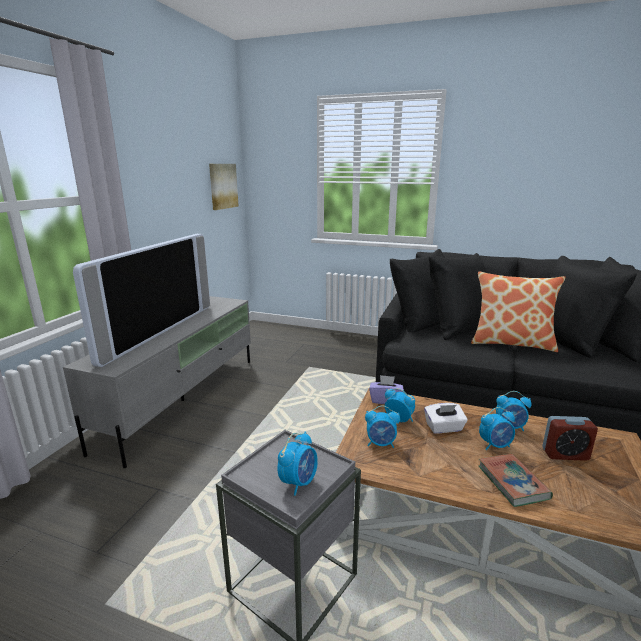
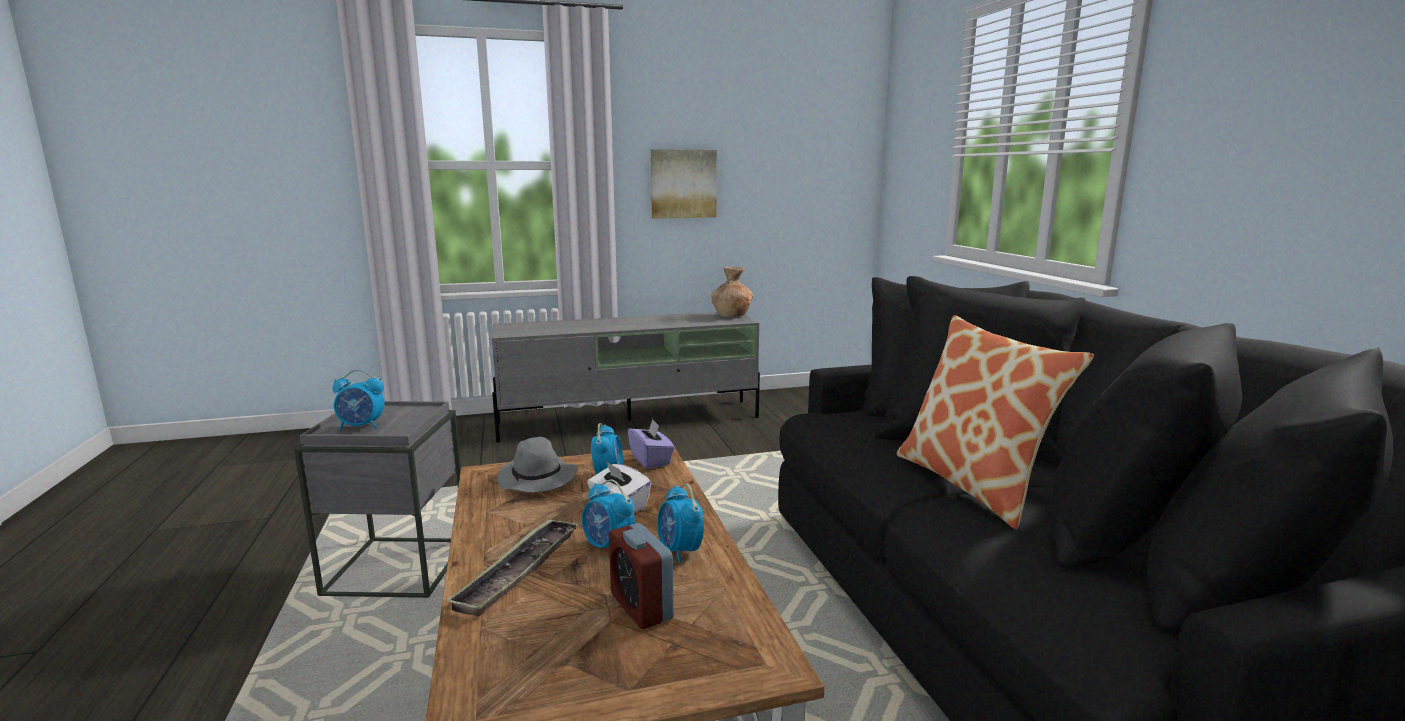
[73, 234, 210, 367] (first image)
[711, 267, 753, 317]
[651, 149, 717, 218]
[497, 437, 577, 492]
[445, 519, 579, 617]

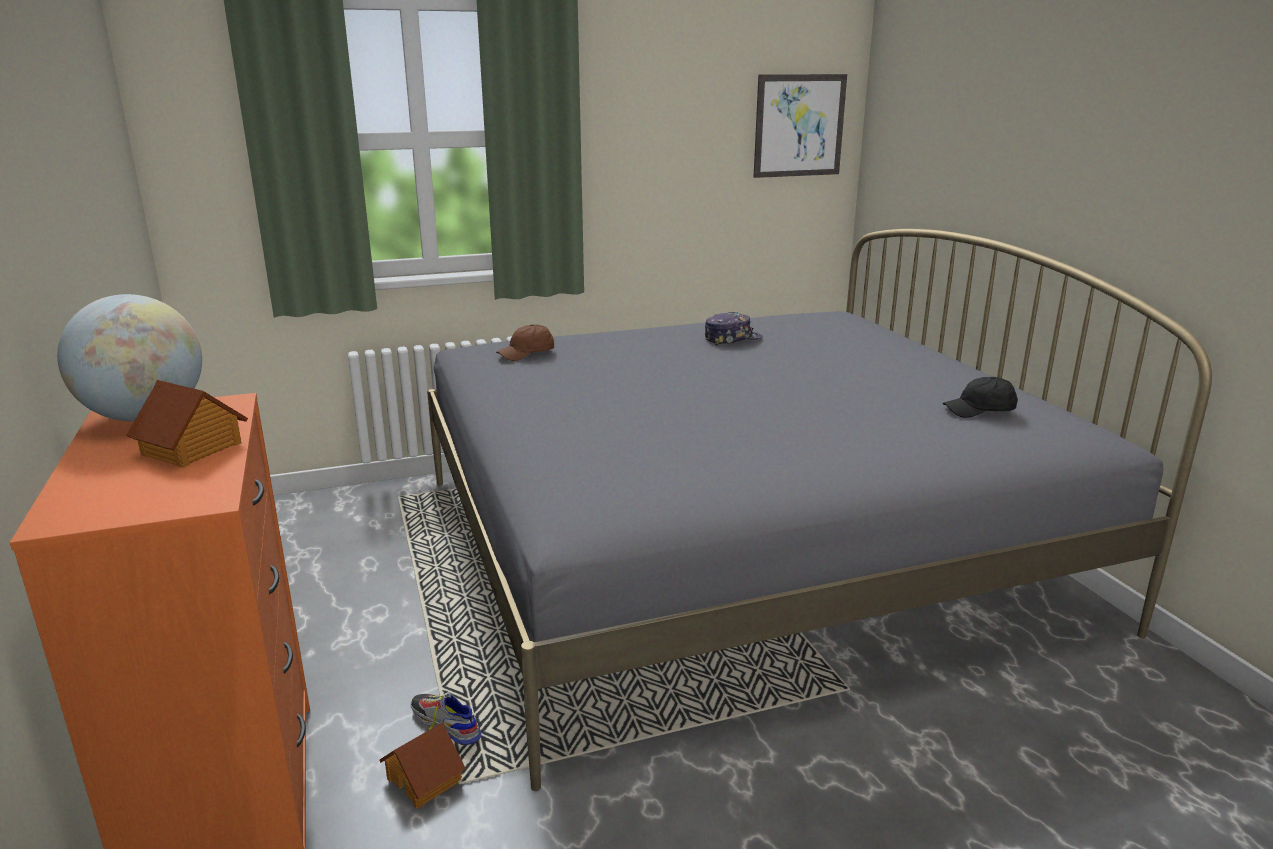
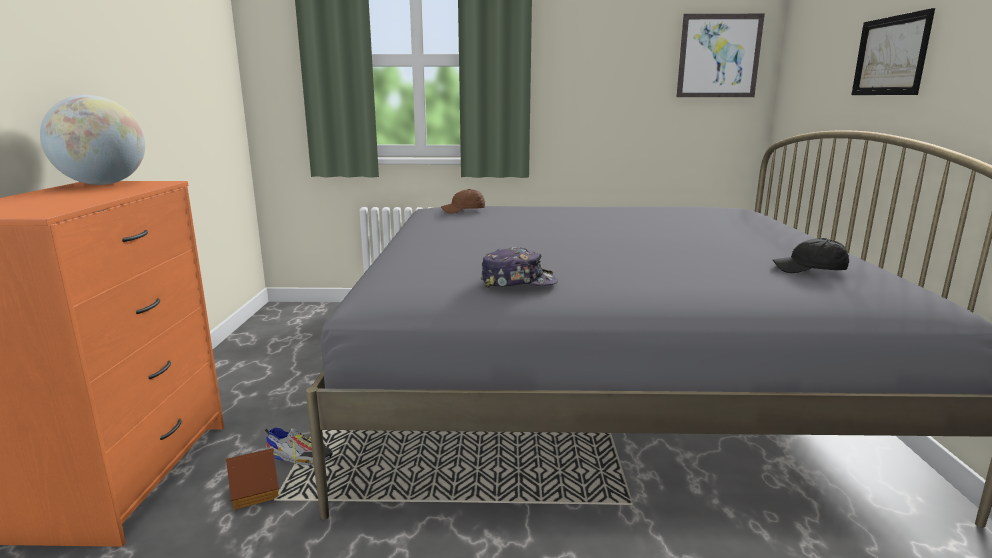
[126, 380, 248, 468] (first image)
[851, 8, 935, 95]
[480, 247, 558, 288]
[265, 428, 333, 465]

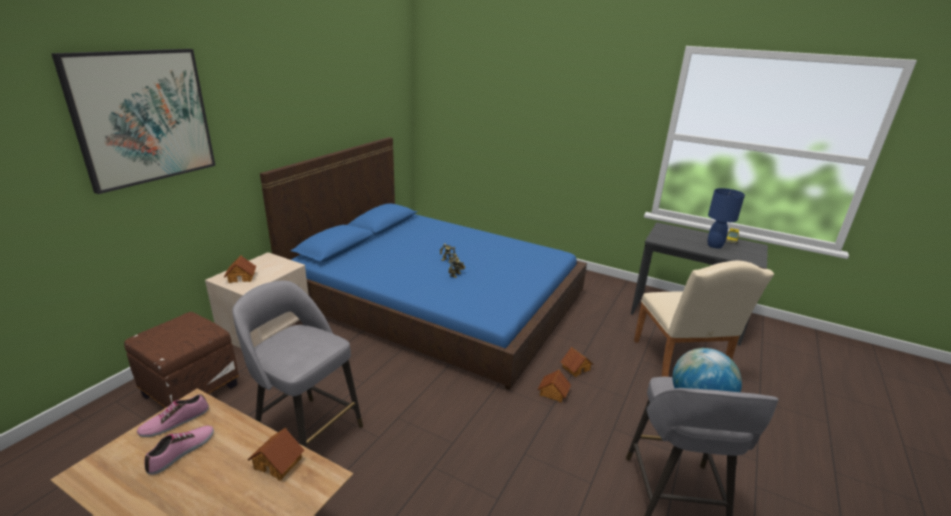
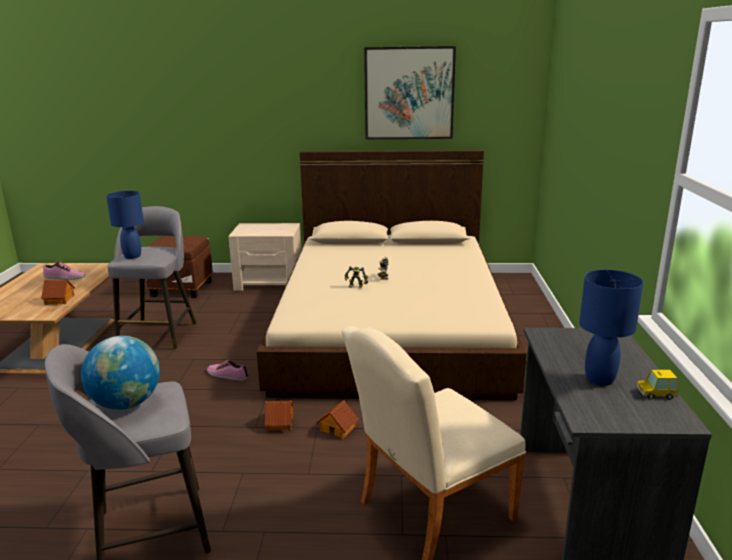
[224, 255, 257, 283] (first image)
[106, 191, 144, 259]
[364, 46, 456, 139]
[207, 360, 248, 381]
[257, 150, 527, 400]

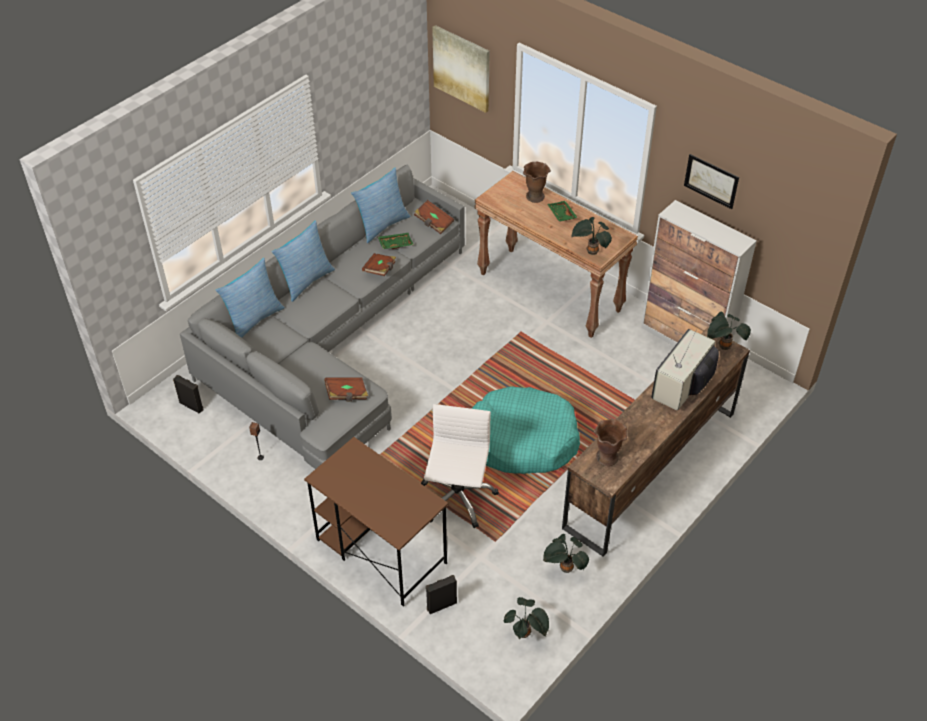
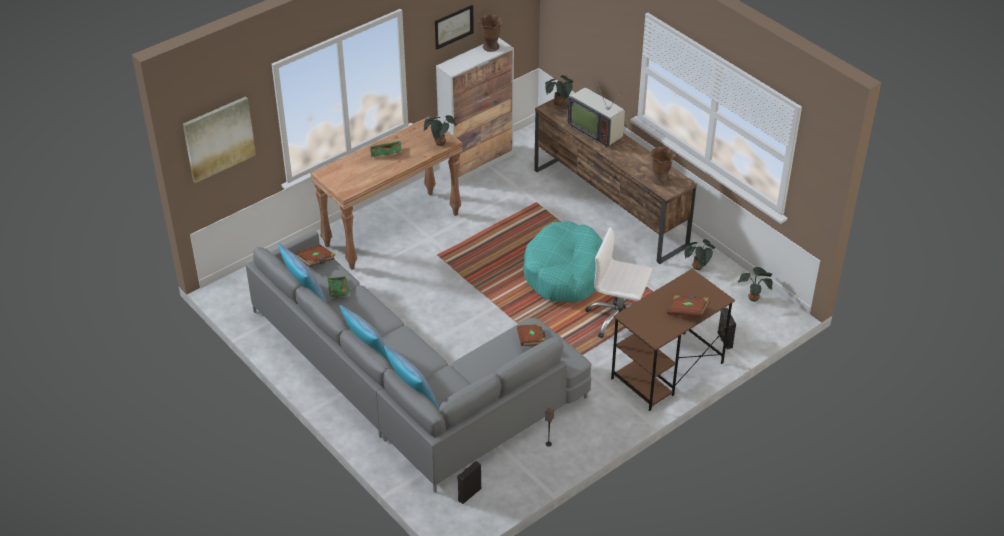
[667, 295, 710, 317]
[478, 14, 503, 52]

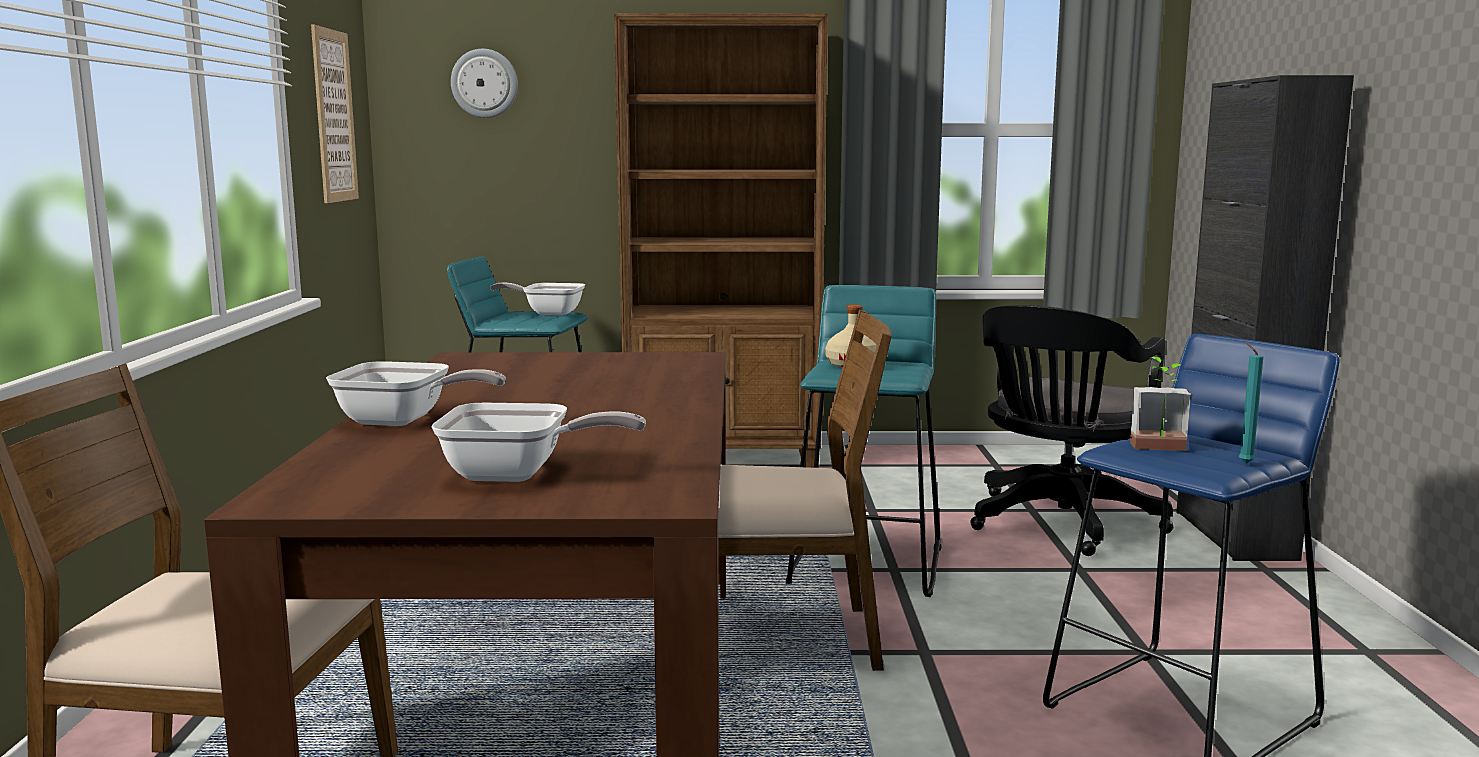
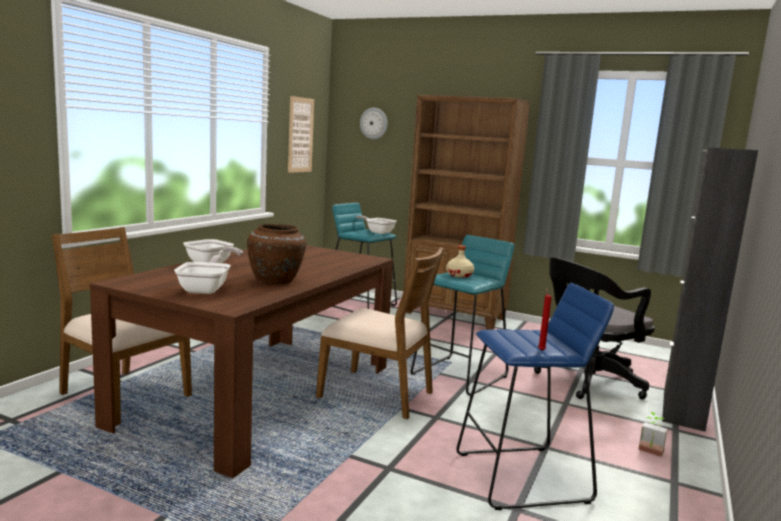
[247, 224, 306, 285]
[638, 412, 668, 457]
[538, 288, 552, 351]
[174, 255, 231, 294]

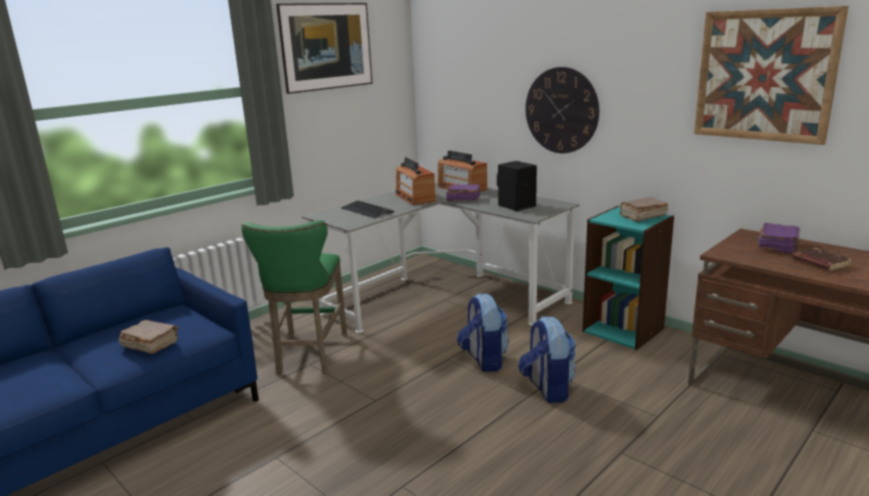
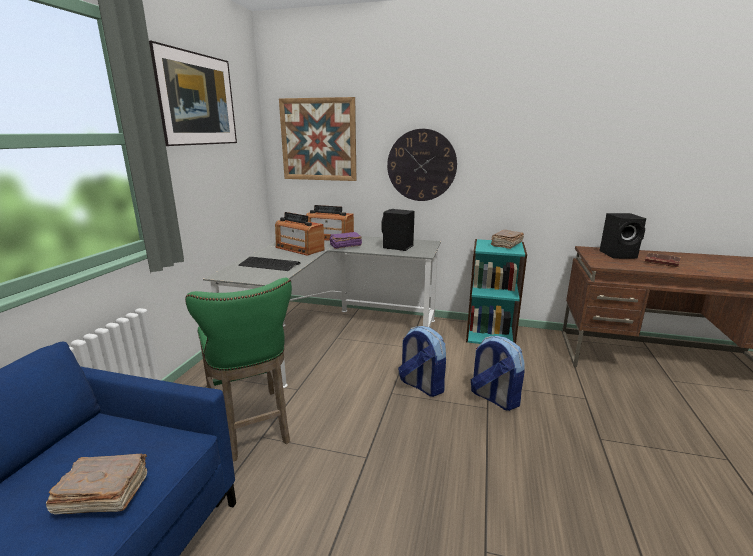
[279, 97, 356, 181]
[599, 213, 646, 259]

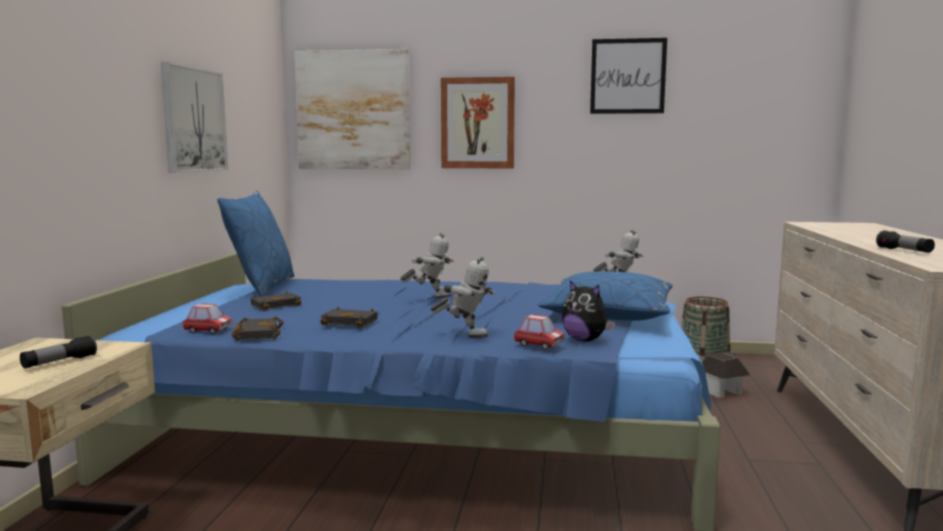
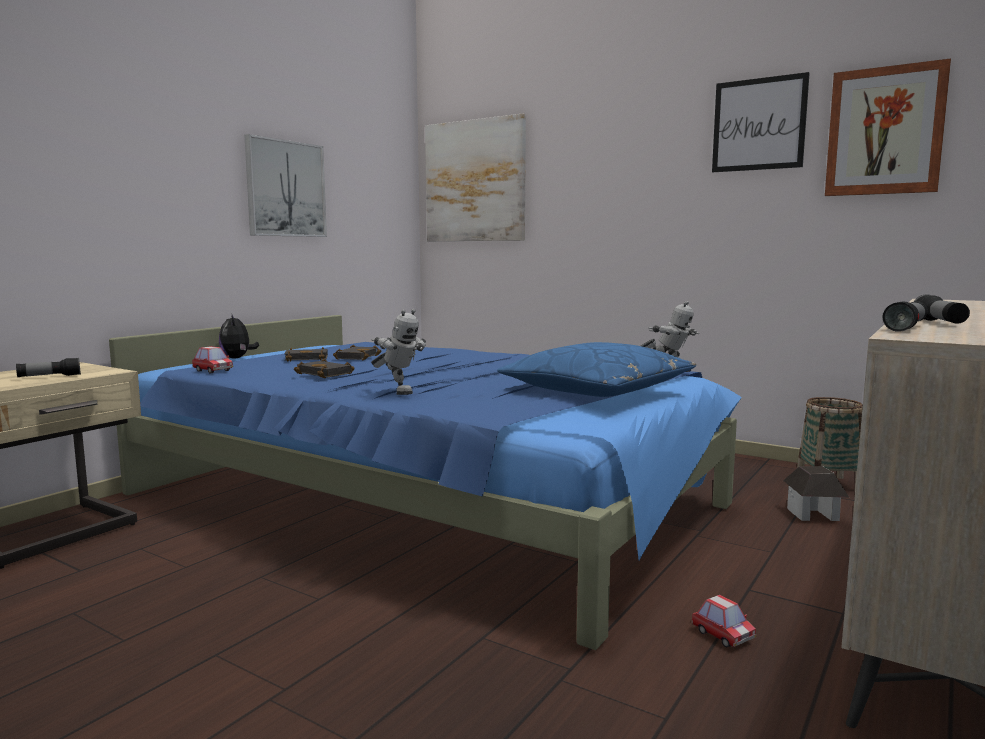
[217, 191, 294, 297] (first image)
[400, 233, 454, 299] (first image)
[883, 301, 928, 332]
[333, 345, 382, 360]
[825, 58, 951, 196]
[691, 595, 756, 648]
[219, 315, 259, 359]

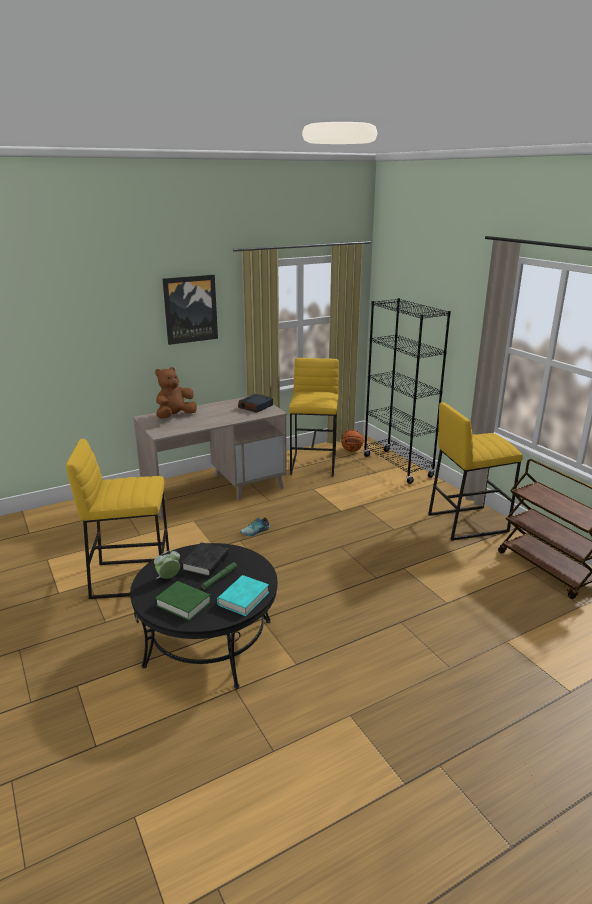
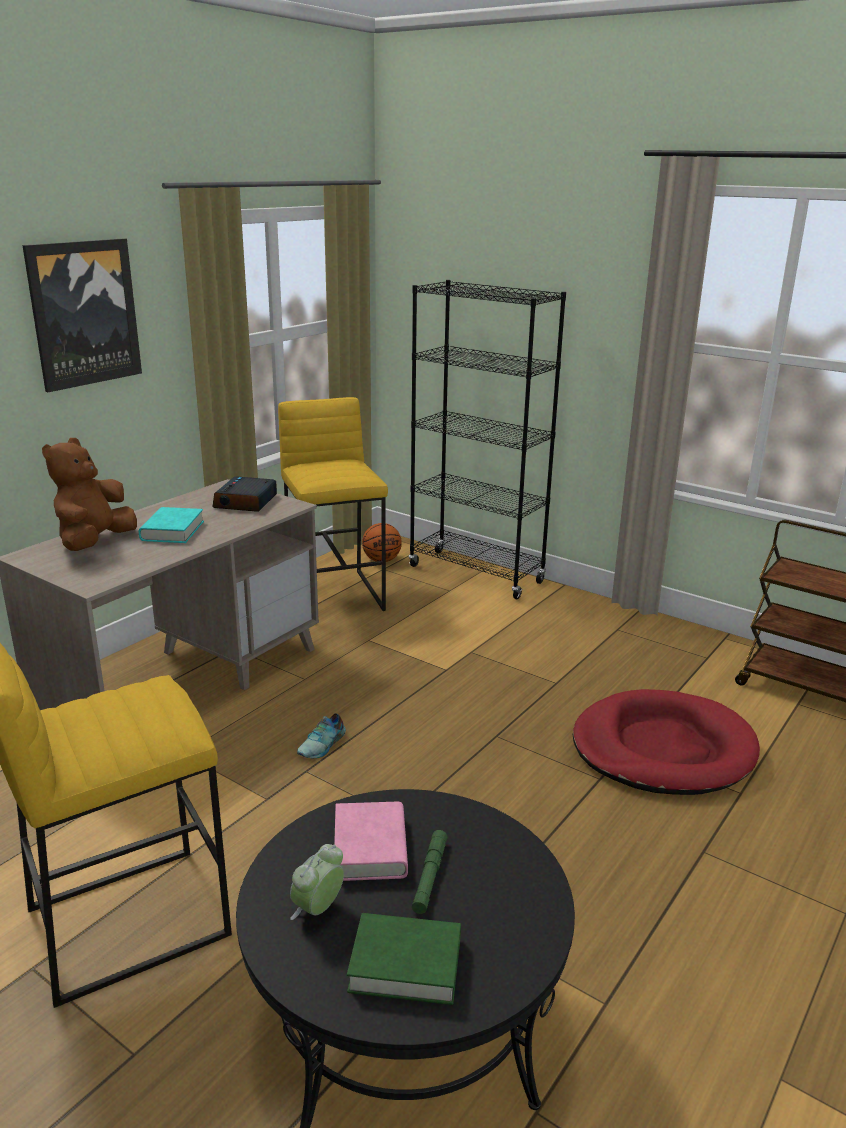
[428, 402, 523, 541] (first image)
[573, 689, 760, 795]
[139, 507, 204, 543]
[334, 802, 408, 881]

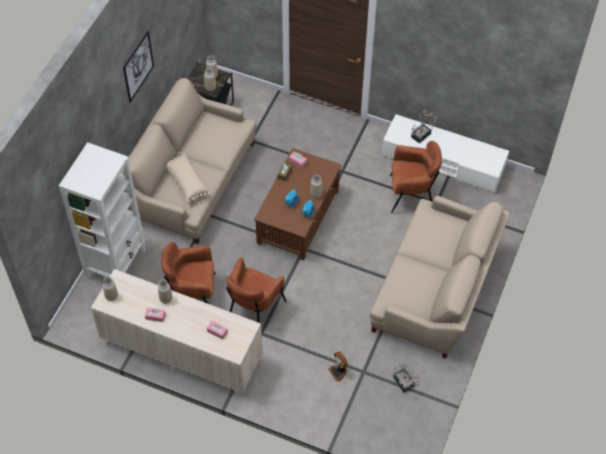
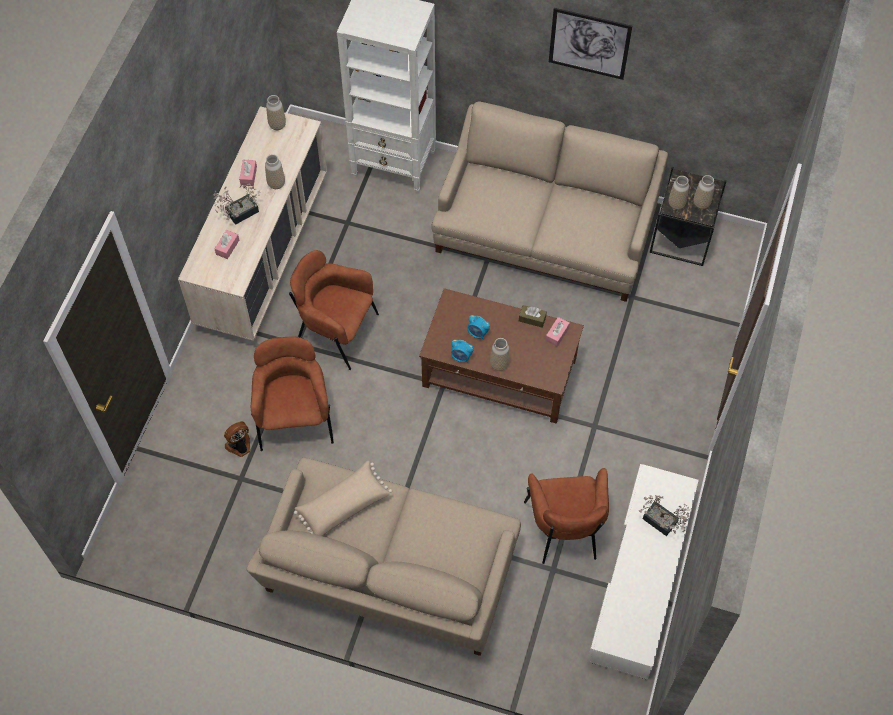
[251, 336, 334, 451]
[294, 461, 392, 536]
[214, 183, 260, 225]

